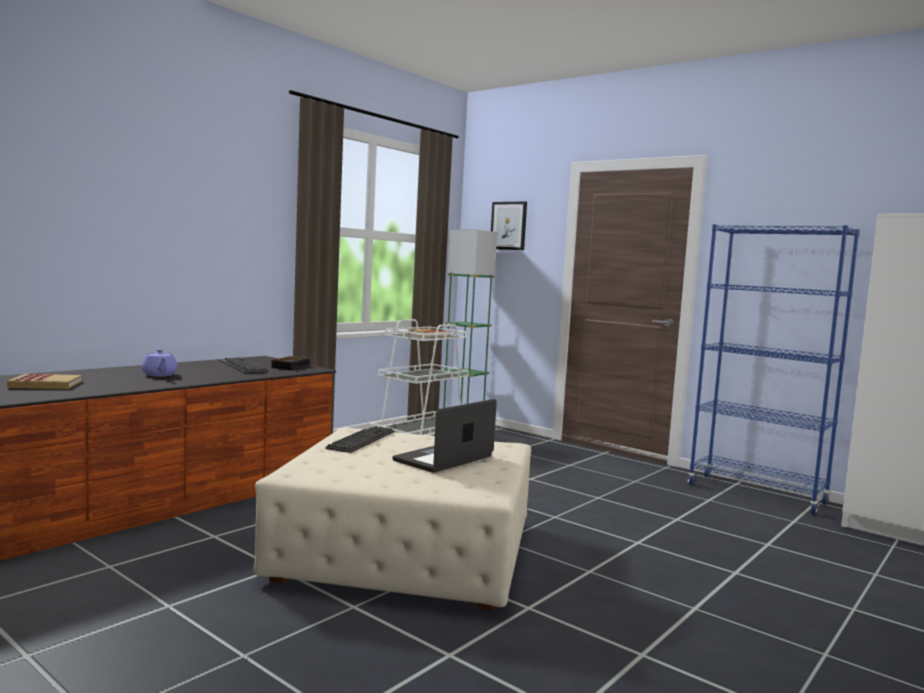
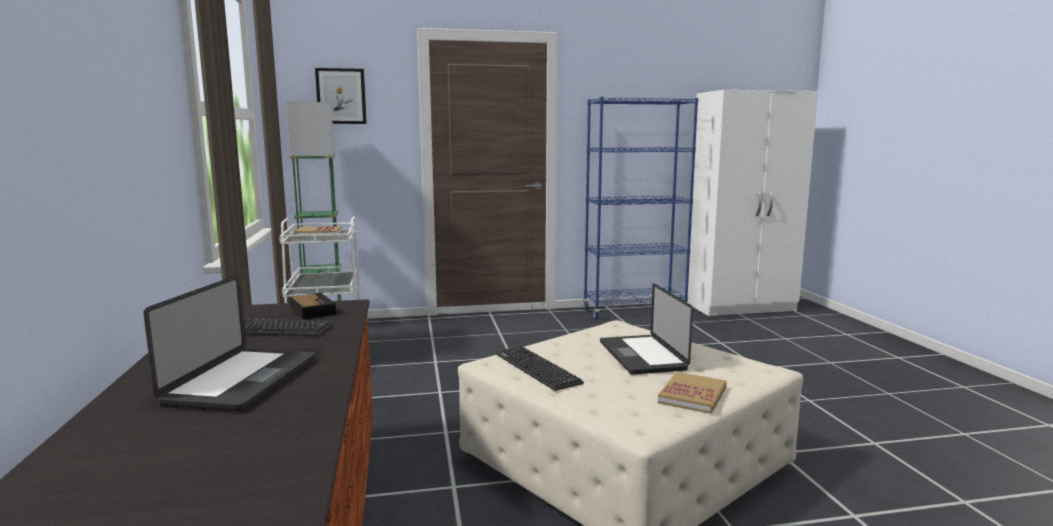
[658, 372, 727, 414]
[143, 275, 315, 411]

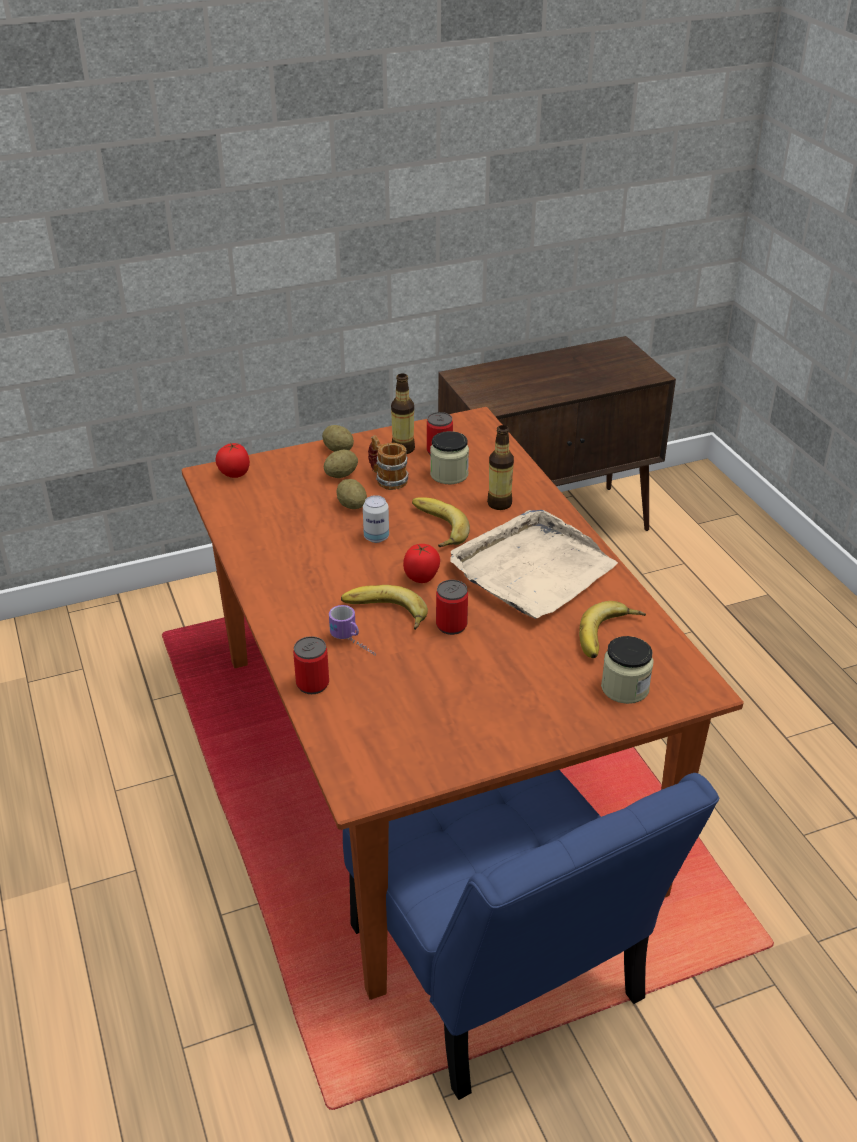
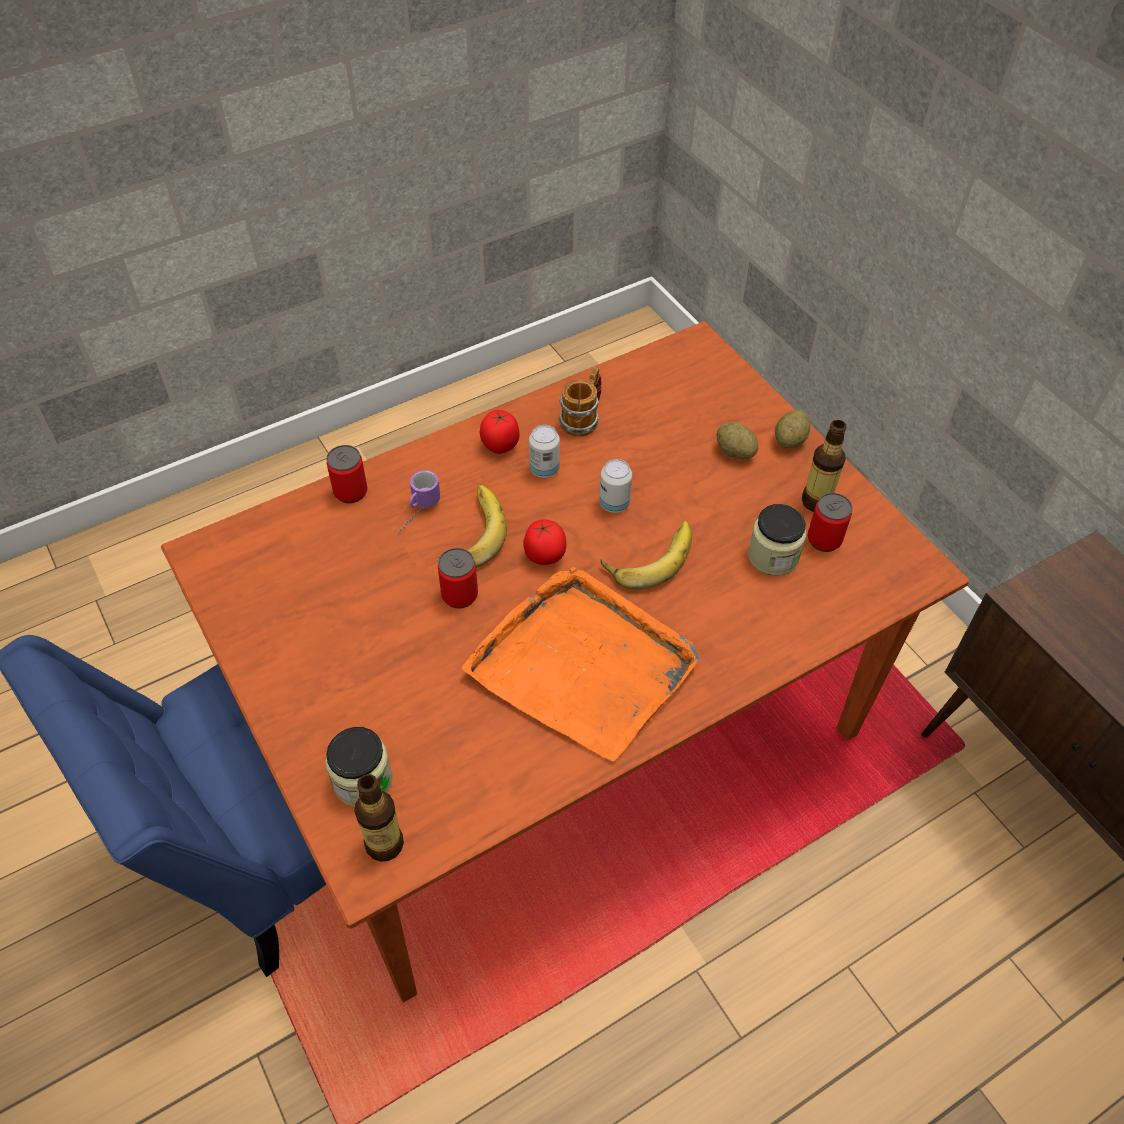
[337, 479, 367, 509] (first image)
[579, 601, 646, 658] (first image)
[529, 425, 560, 478]
[480, 410, 520, 454]
[558, 367, 602, 437]
[354, 774, 404, 862]
[462, 567, 699, 761]

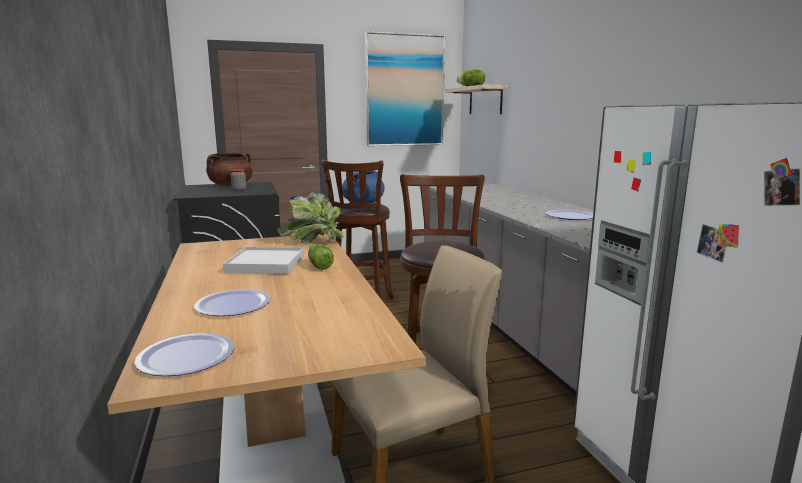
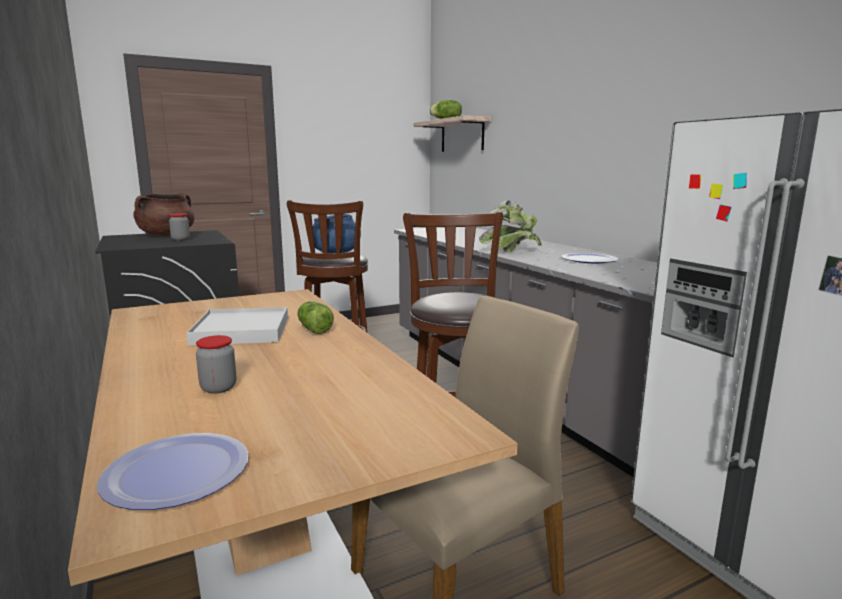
[365, 31, 445, 146] (first image)
[479, 200, 542, 252]
[196, 335, 236, 394]

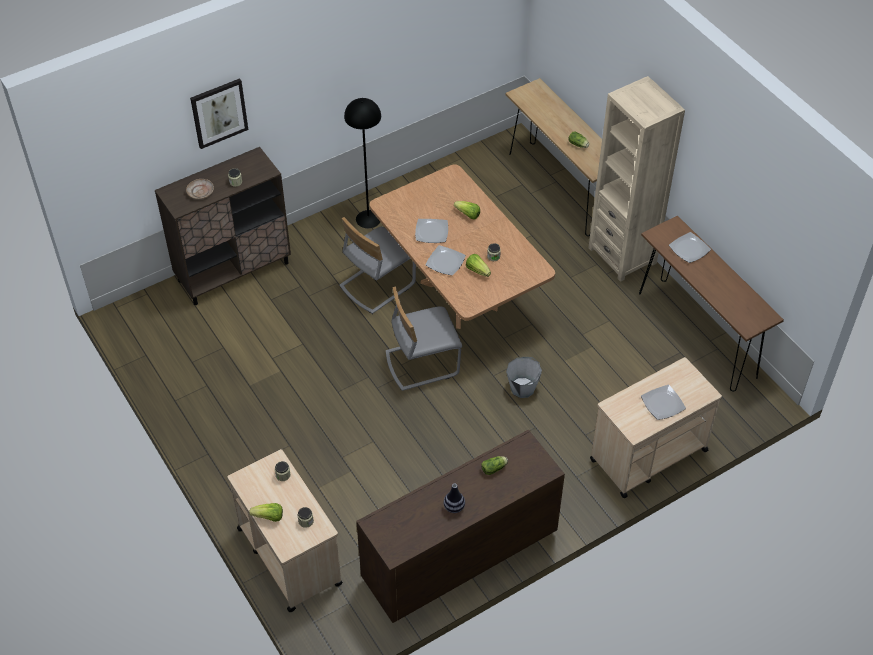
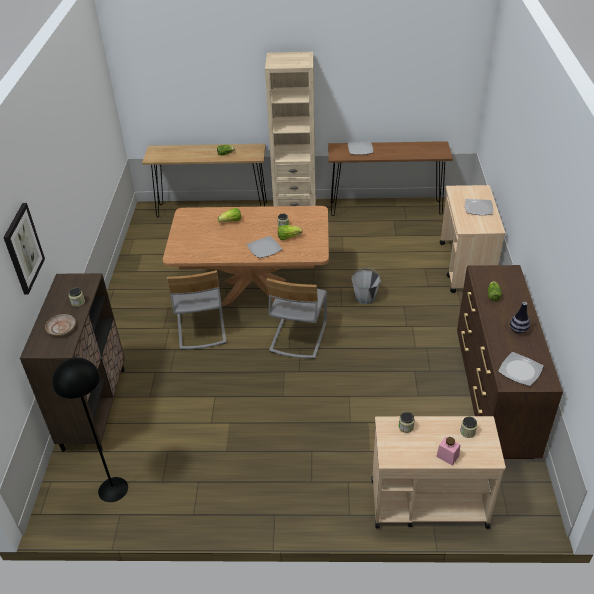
[52, 358, 128, 502]
[498, 352, 544, 386]
[436, 437, 461, 466]

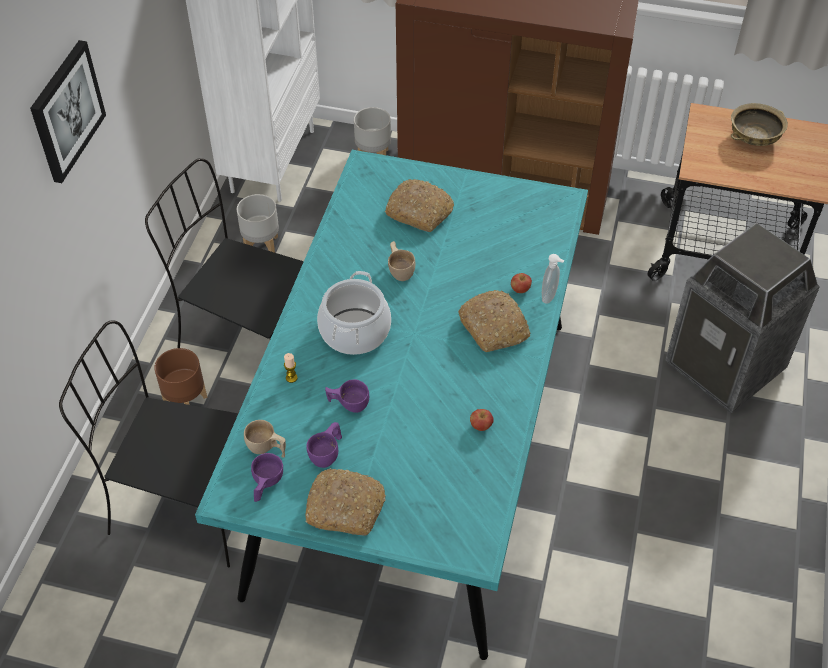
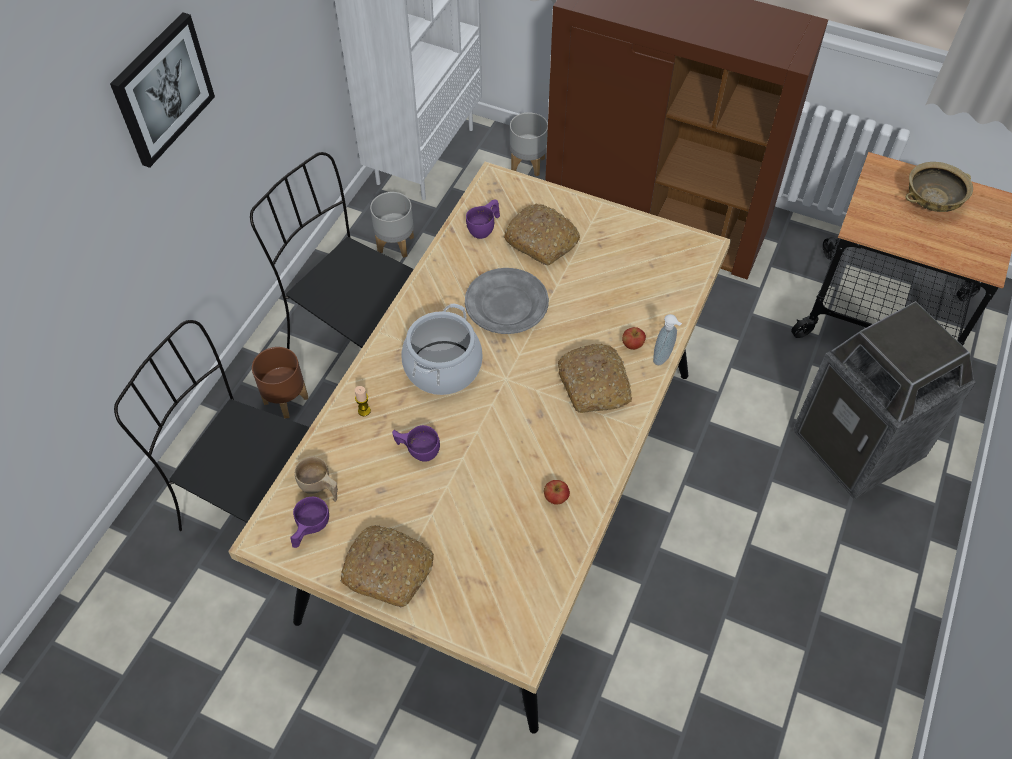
[466, 200, 500, 239]
[465, 268, 549, 334]
[228, 162, 731, 734]

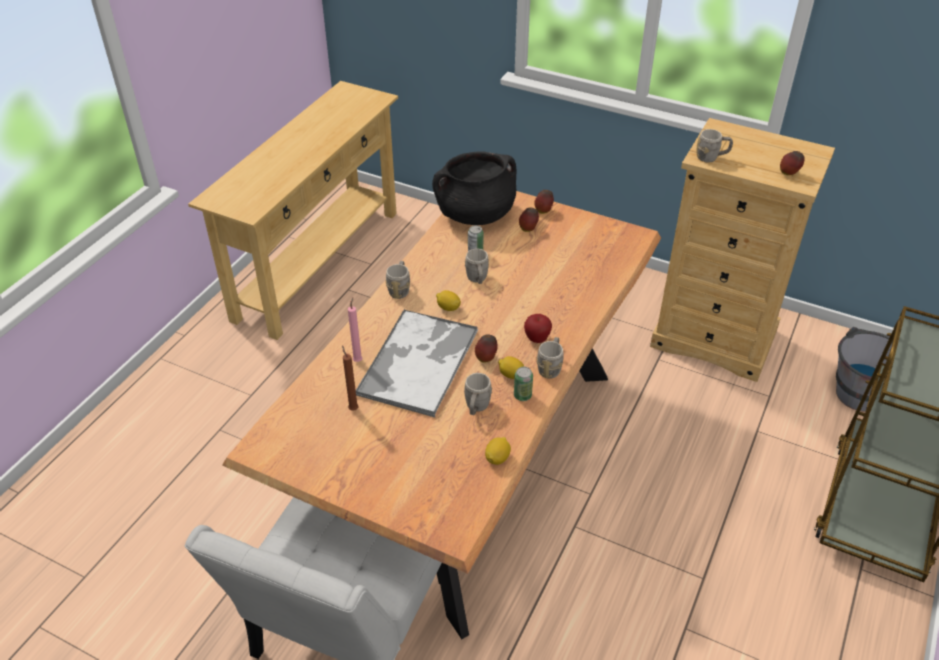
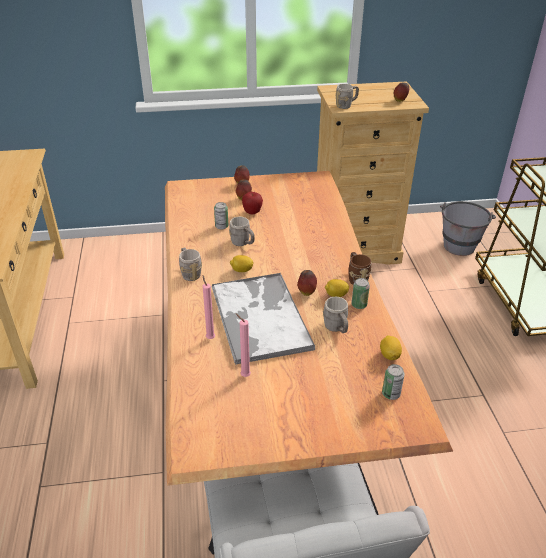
[432, 151, 517, 225] (first image)
[382, 364, 405, 400]
[242, 192, 263, 214]
[235, 313, 251, 377]
[349, 252, 372, 285]

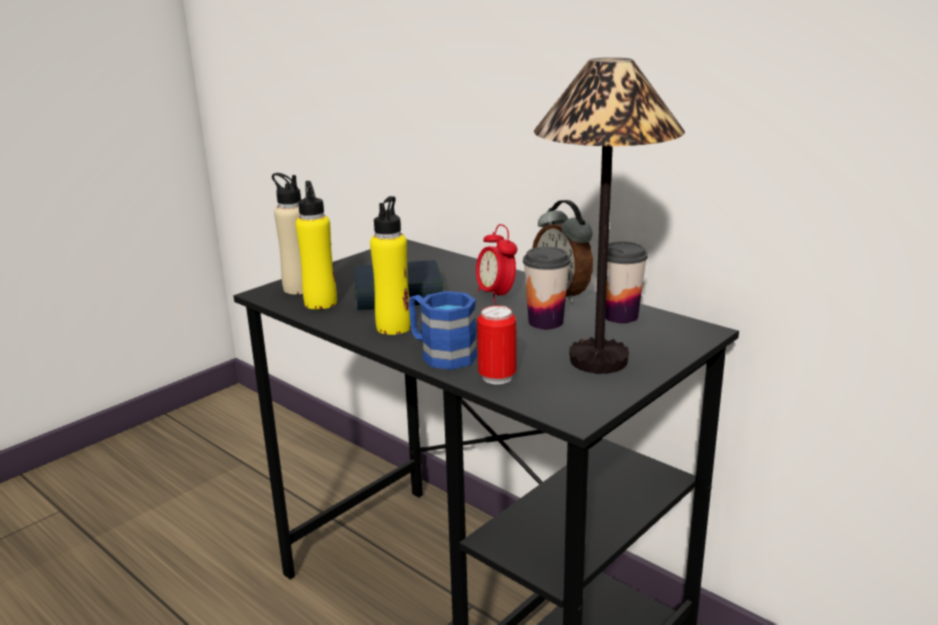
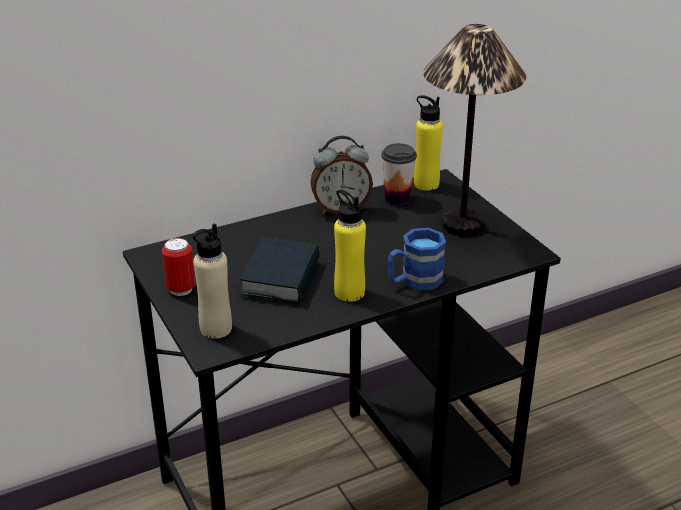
[476, 224, 517, 303] (first image)
[523, 247, 571, 329] (first image)
[414, 95, 443, 191]
[162, 238, 195, 296]

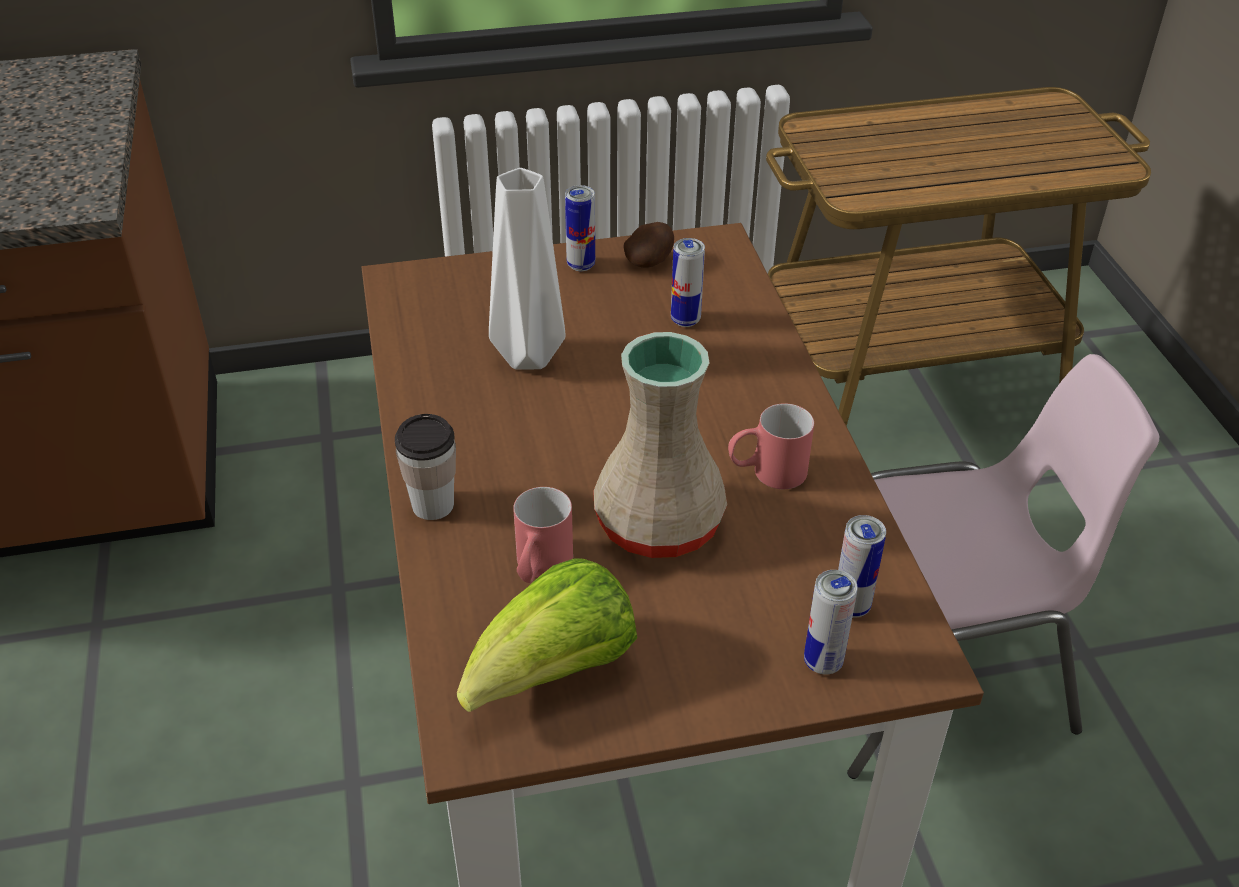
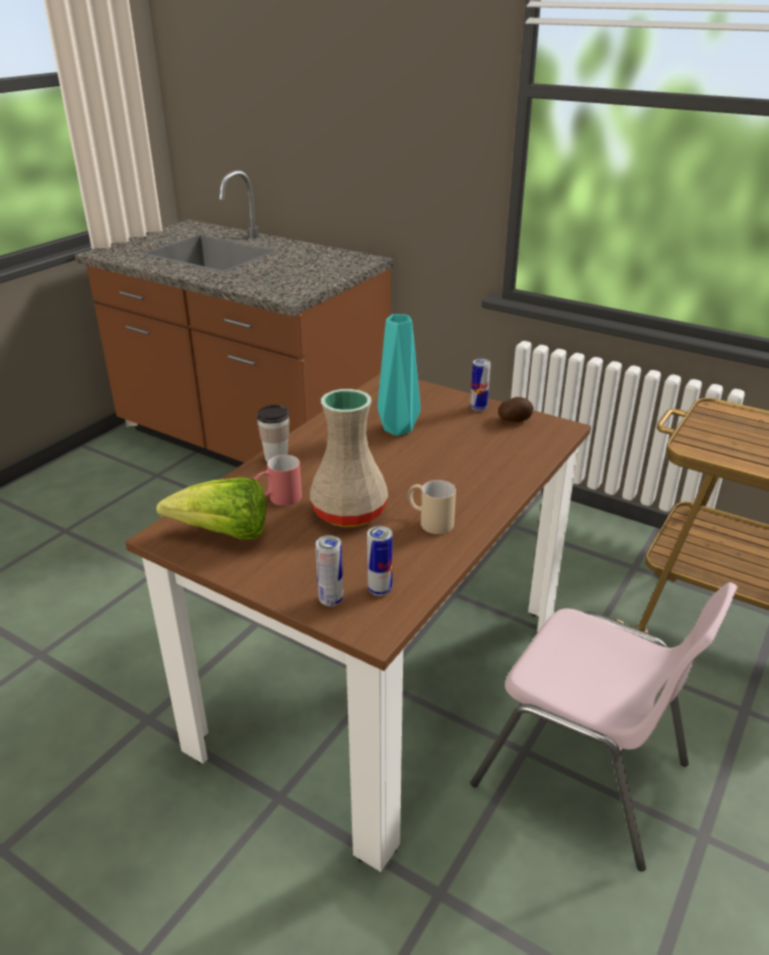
[671, 238, 705, 327] (first image)
[378, 314, 421, 436]
[407, 480, 456, 534]

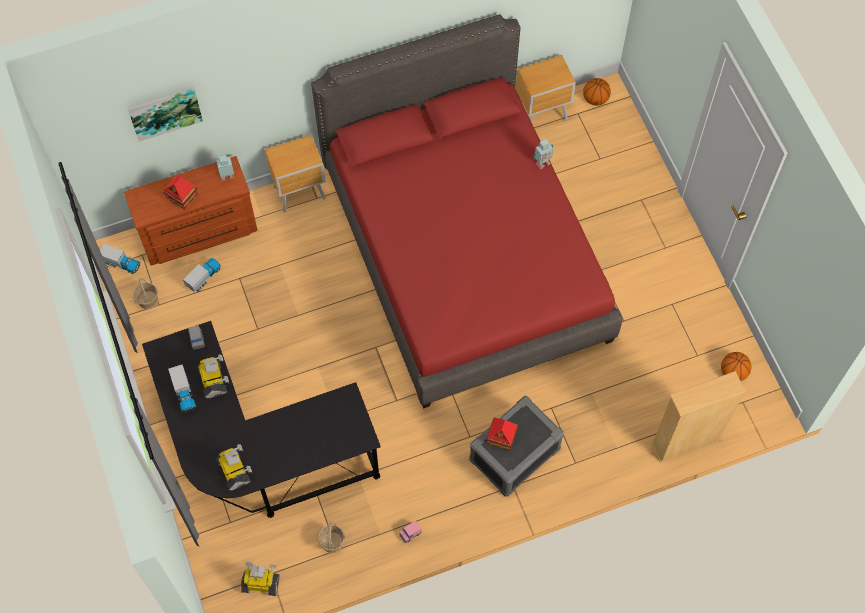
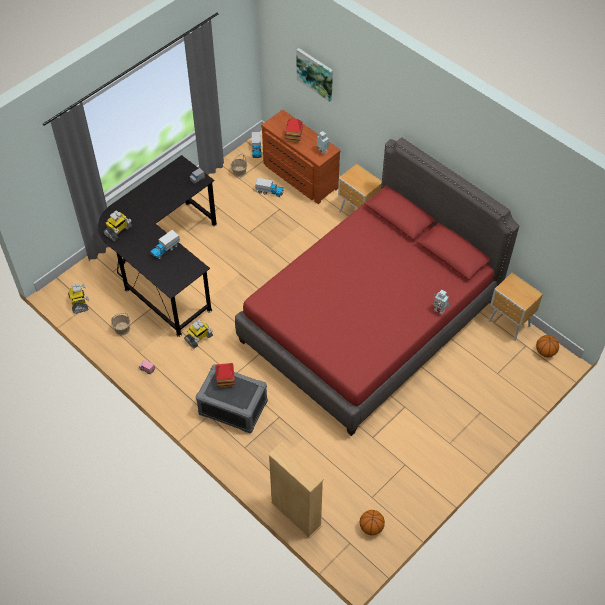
[150, 230, 180, 259]
[184, 320, 213, 349]

